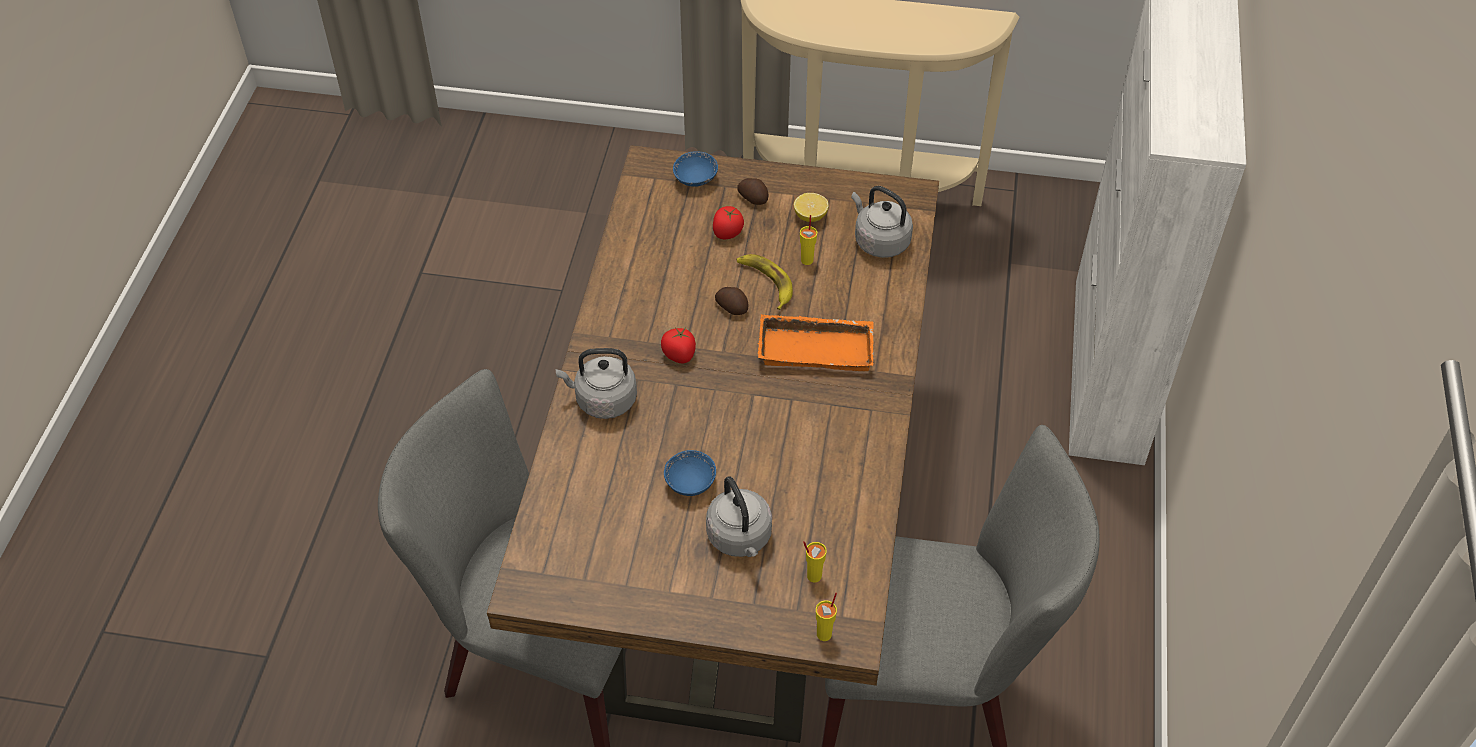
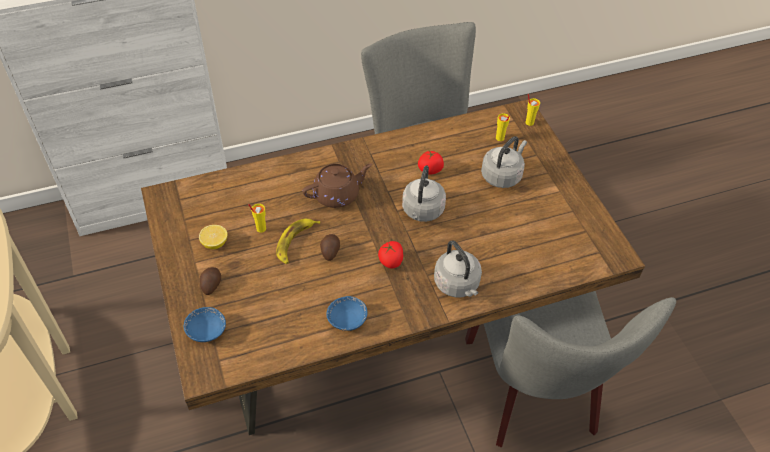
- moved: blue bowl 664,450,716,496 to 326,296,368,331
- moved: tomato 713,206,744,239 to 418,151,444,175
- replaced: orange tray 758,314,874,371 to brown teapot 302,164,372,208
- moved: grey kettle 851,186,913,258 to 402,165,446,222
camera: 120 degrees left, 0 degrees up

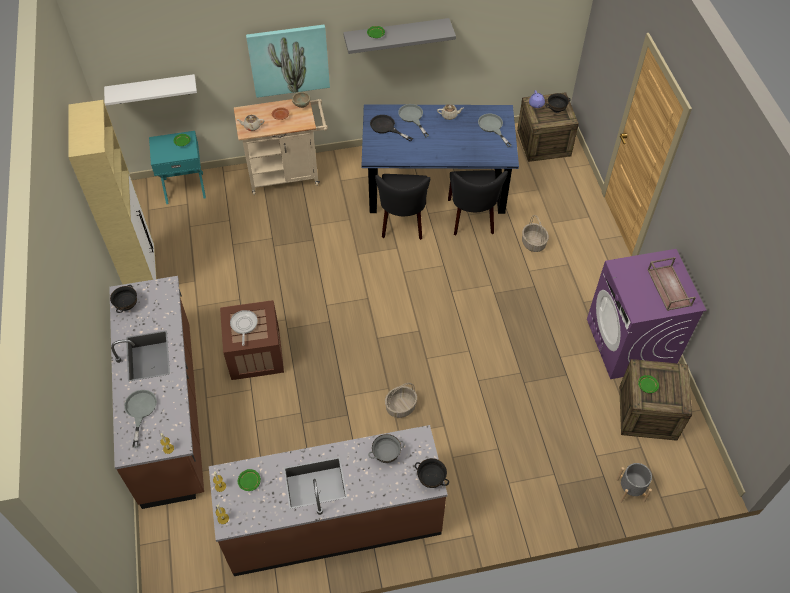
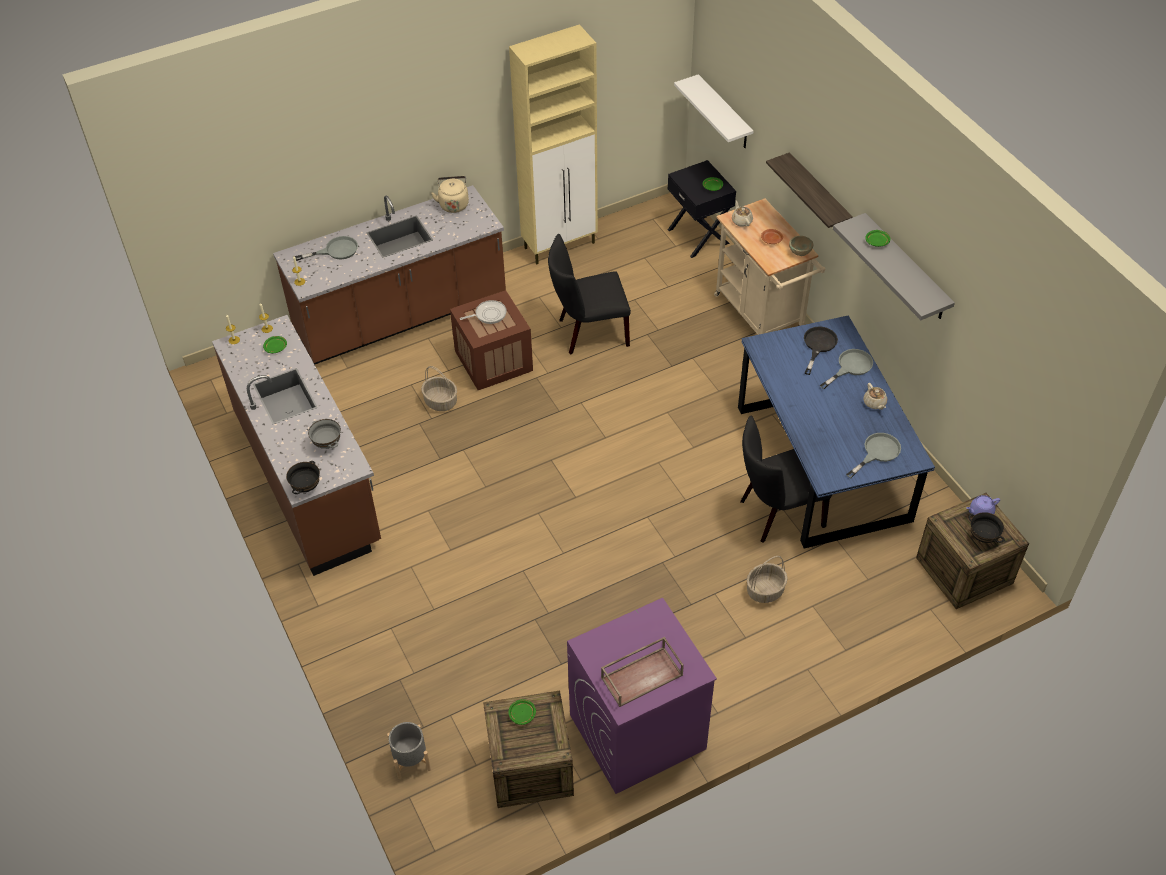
- replaced: black bowl 110,285,137,313 to beige kettle 431,176,469,213
- recoloured: turquoise nightstand 149,131,206,204 to black nightstand 668,160,736,258
- replaced: picture 246,25,330,98 to shelf 766,152,853,228
- moved: black chair 375,174,430,240 to 548,234,631,354
- moved: basket 385,383,417,418 to 421,366,457,411
camera: 75 degrees right, 5 degrees down

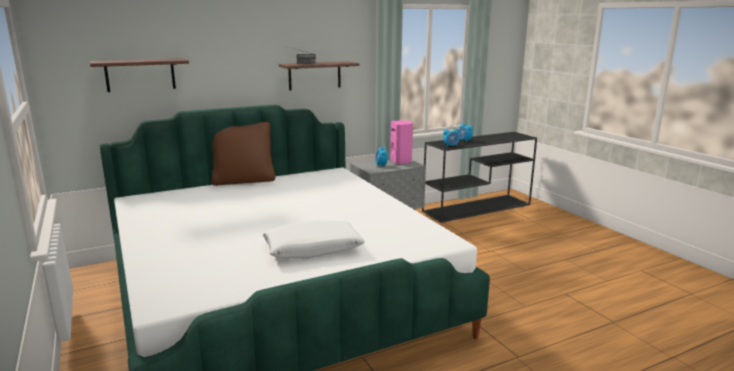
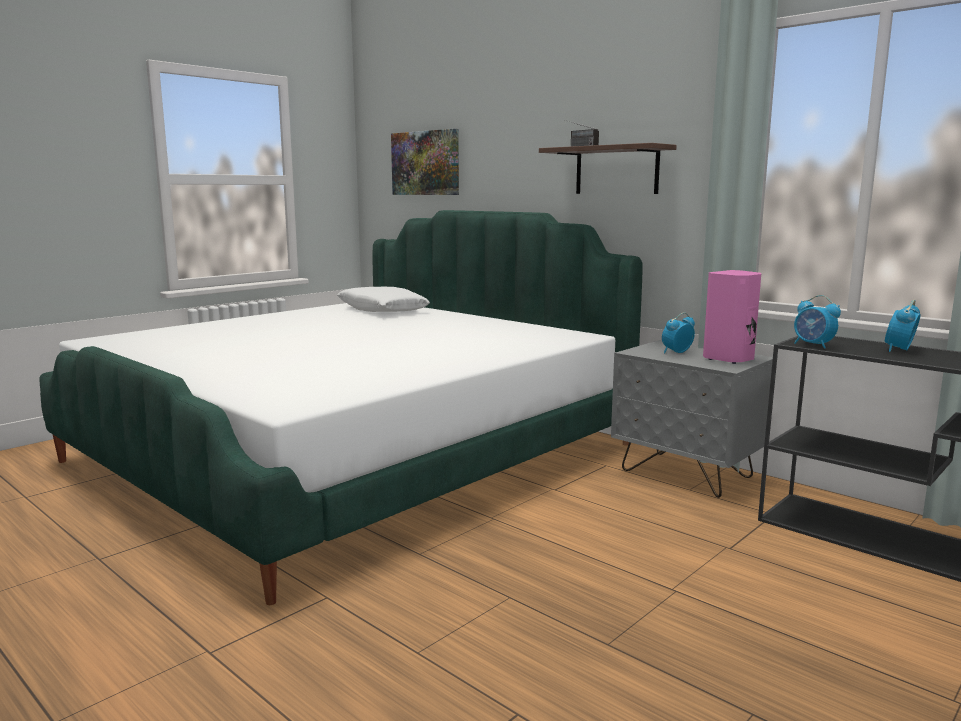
- replaced: shelf 90,58,189,92 to picture 391,129,459,195
- removed: brown pillow 212,122,276,186
- moved: white pillow 263,220,365,259 to 337,287,430,312
camera: 70 degrees right, 5 degrees down

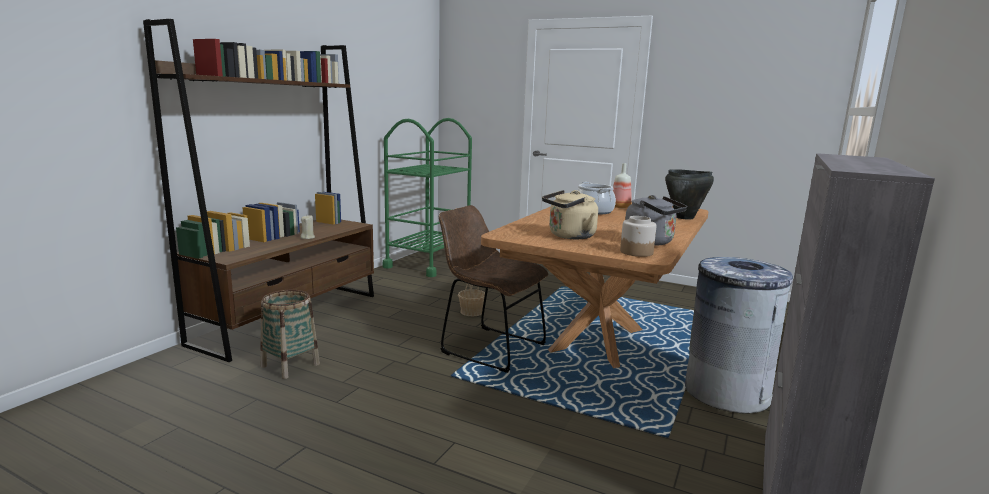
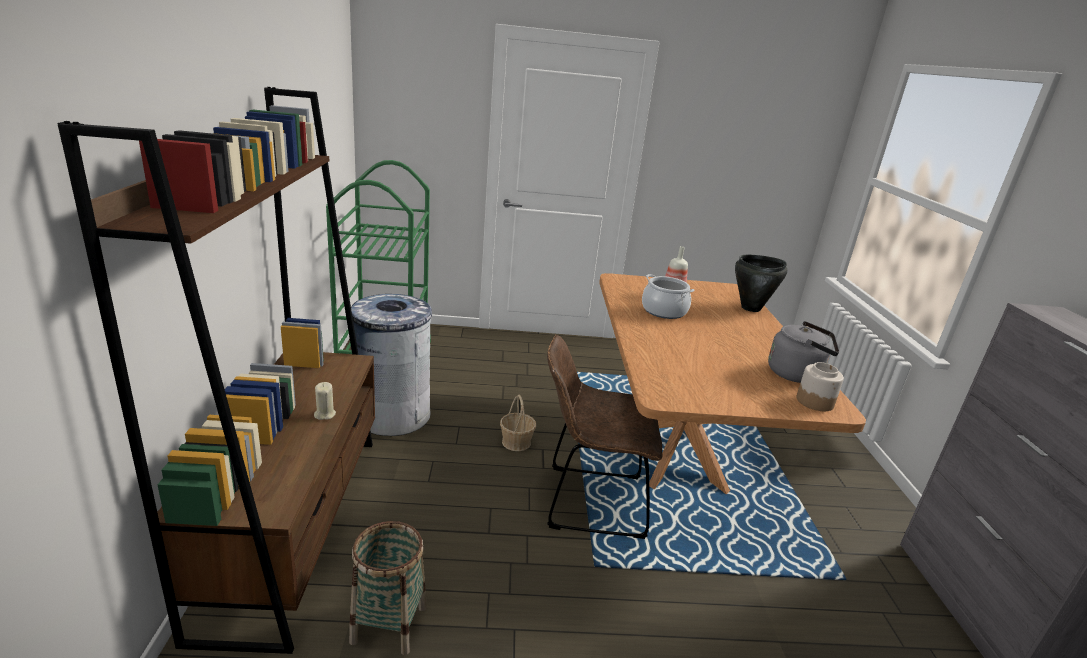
- removed: beige kettle 542,190,598,239
- moved: grey trash can 685,257,793,413 to 351,294,432,436
camera: 30 degrees left, 10 degrees up

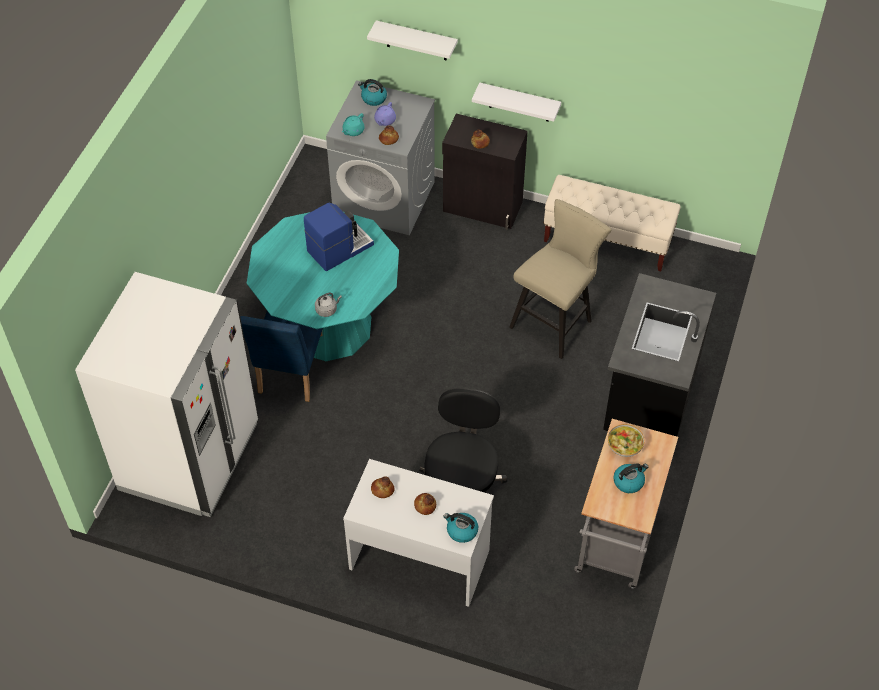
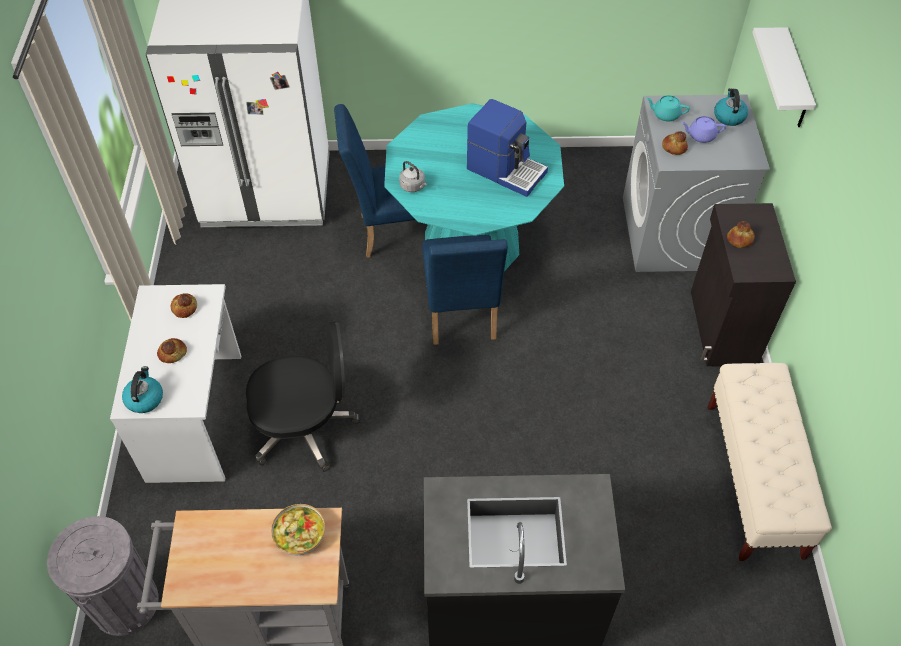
- removed: white shelf 472,83,561,122
- removed: beige stool 509,199,611,359
- removed: kettle 613,463,648,493
- added: grey trash can 47,516,159,636
- added: blue chair 422,235,508,345
camera: 70 degrees right, 0 degrees up

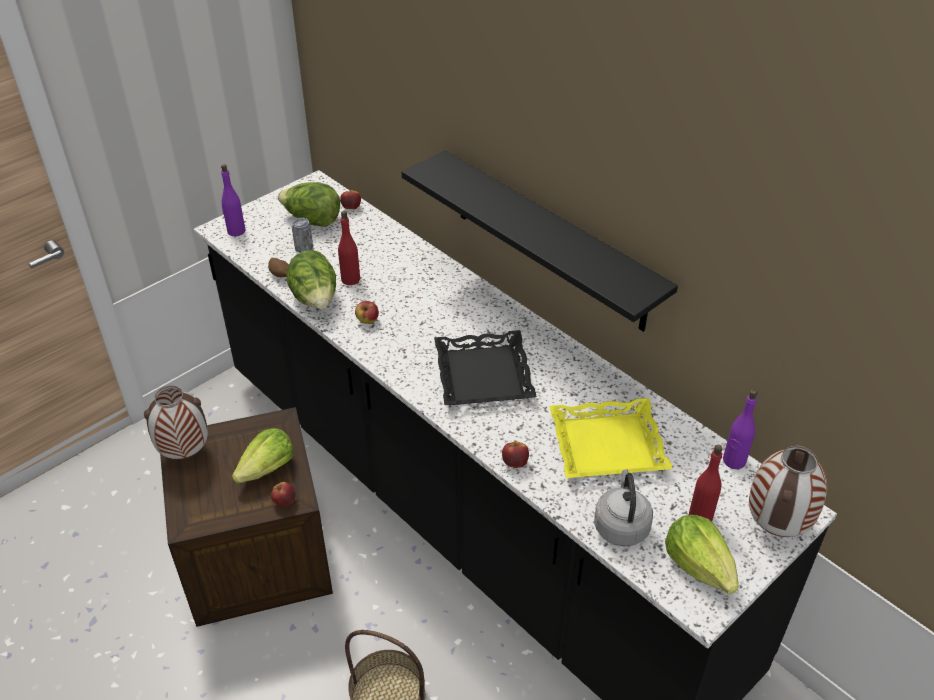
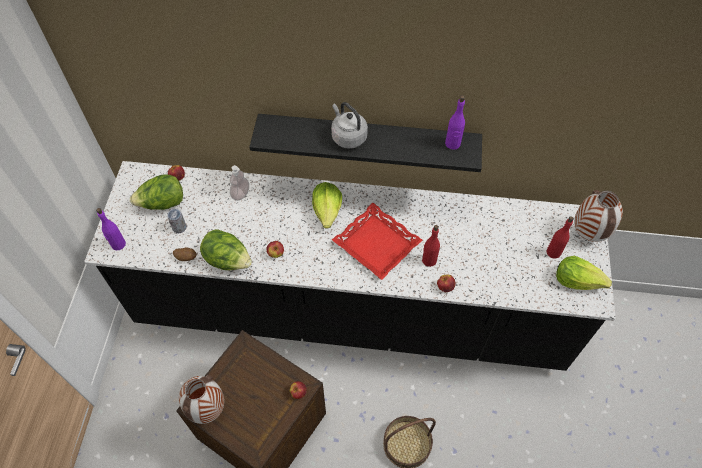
- moved: lettuce 232,428,294,484 to 312,182,342,229
- moved: red bottle 338,211,360,285 to 422,225,440,267
- recoloured: black tray 434,330,537,405 to red tray 332,203,422,280
- removed: yellow tray 549,398,673,478
- moved: grey kettle 594,469,653,546 to 331,102,368,149
- moved: purple bottle 723,389,757,469 to 445,95,465,150
- added: soap dispenser 230,165,249,201
camera: 40 degrees left, 15 degrees up

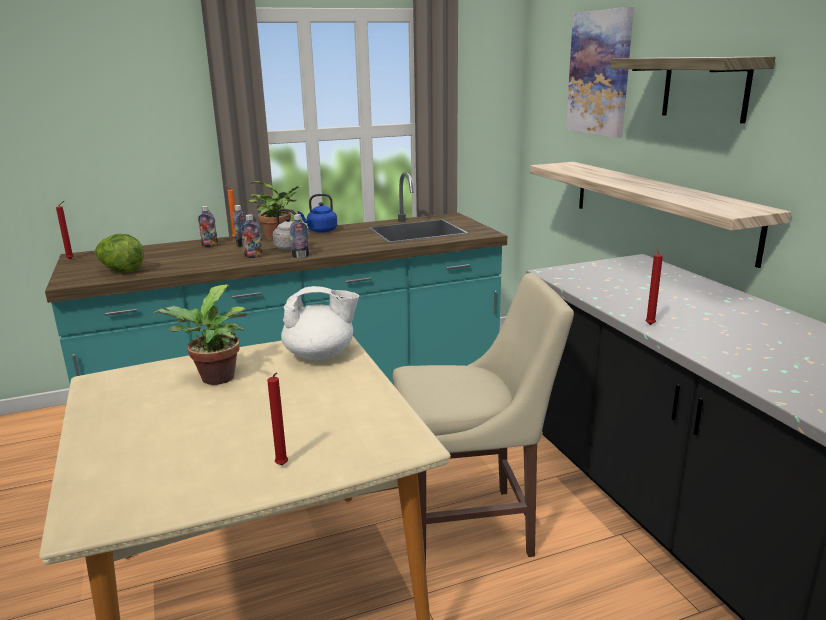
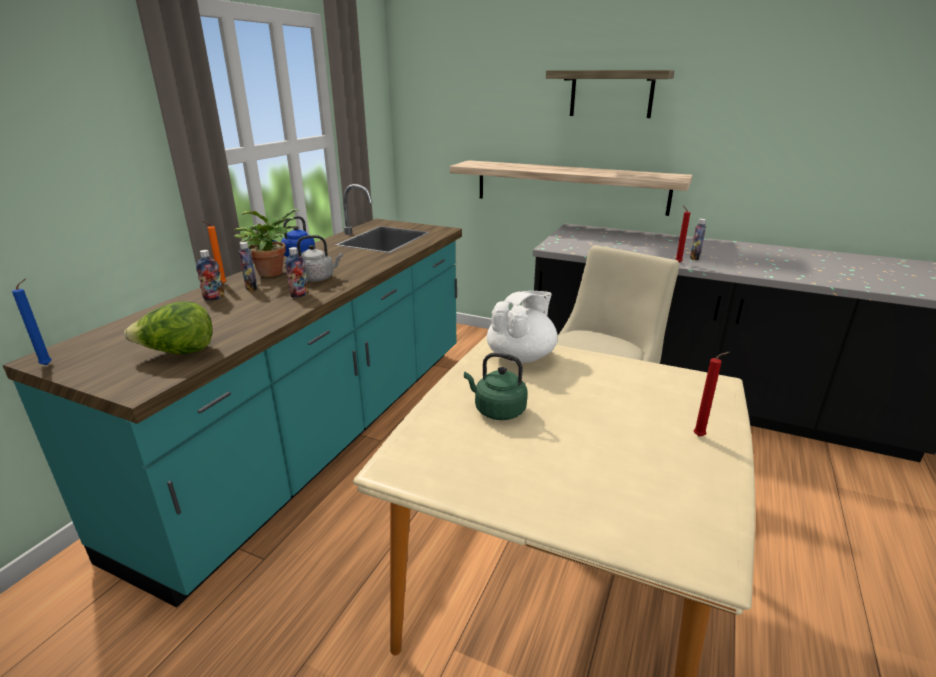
- recoloured: red candle 56,201,74,259 to blue candle 12,278,52,365
- replaced: potted plant 153,285,247,385 to green kettle 464,353,528,420
- moved: bottle 289,214,309,258 to 690,219,706,260
- removed: picture 566,7,634,138
camera: 45 degrees left, 5 degrees up

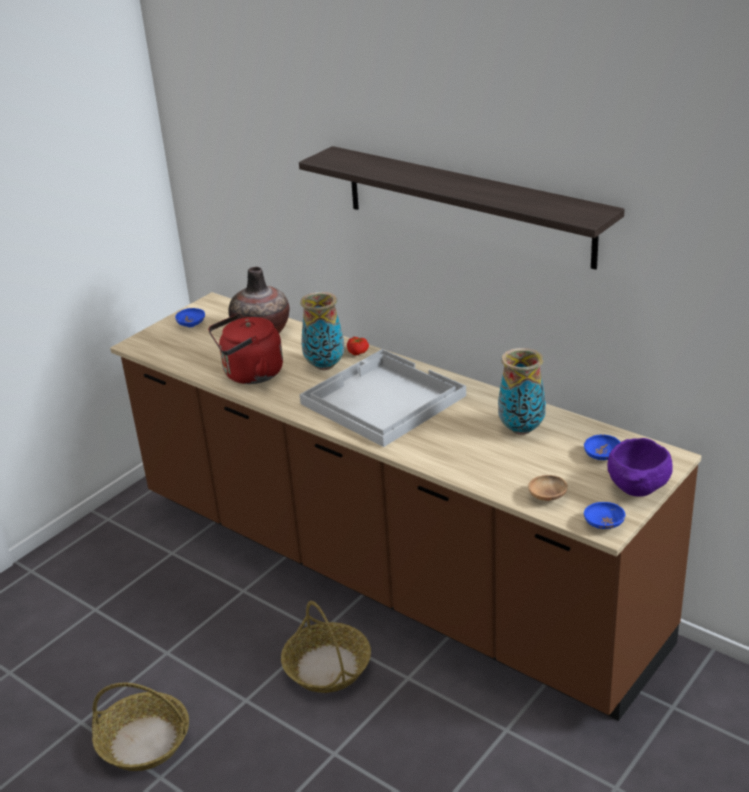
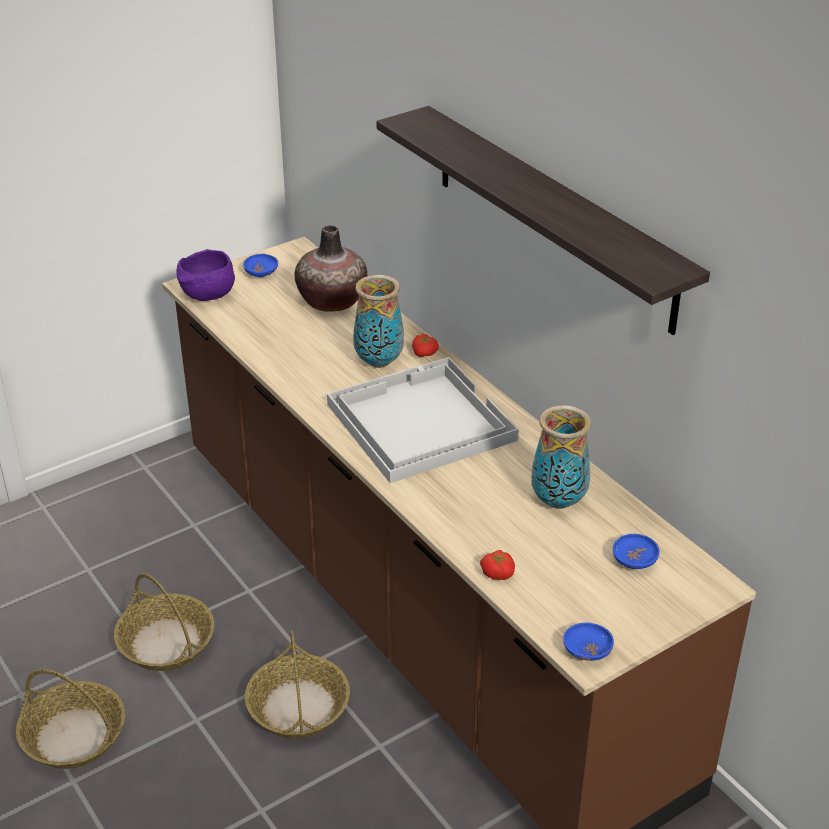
- removed: red kettle 208,313,283,384
- removed: brown bowl 528,475,568,501
- moved: purple bowl 608,438,673,497 to 176,249,235,301
- added: basket 114,573,214,671
- added: tomato 480,550,515,580
camera: 15 degrees right, 5 degrees up

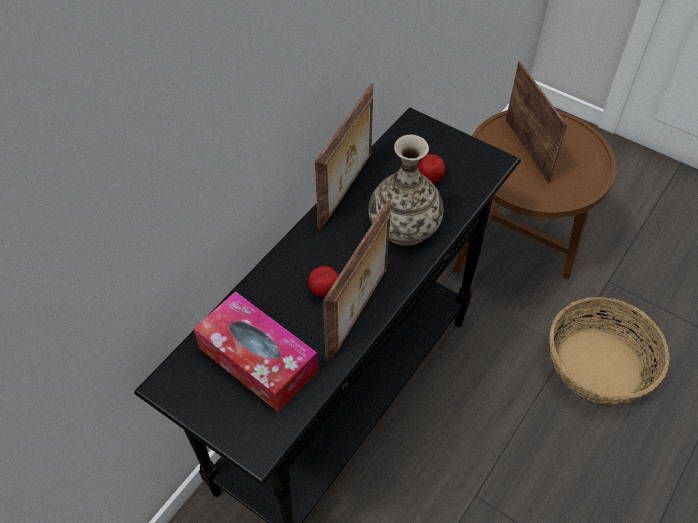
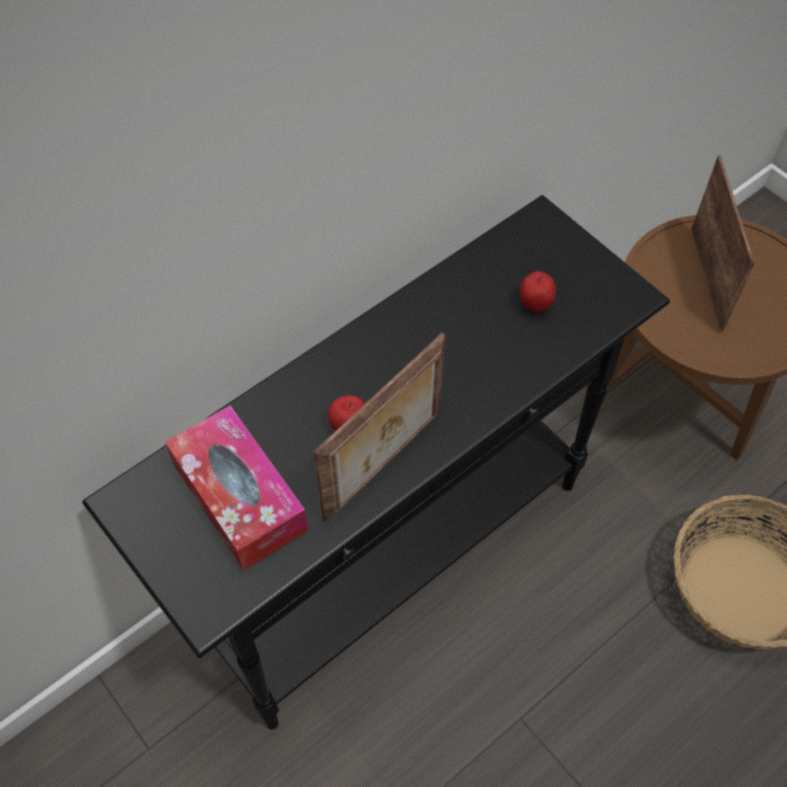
- removed: picture frame 315,84,373,230
- removed: vase 369,135,443,246
camera: 15 degrees right, 5 degrees up

